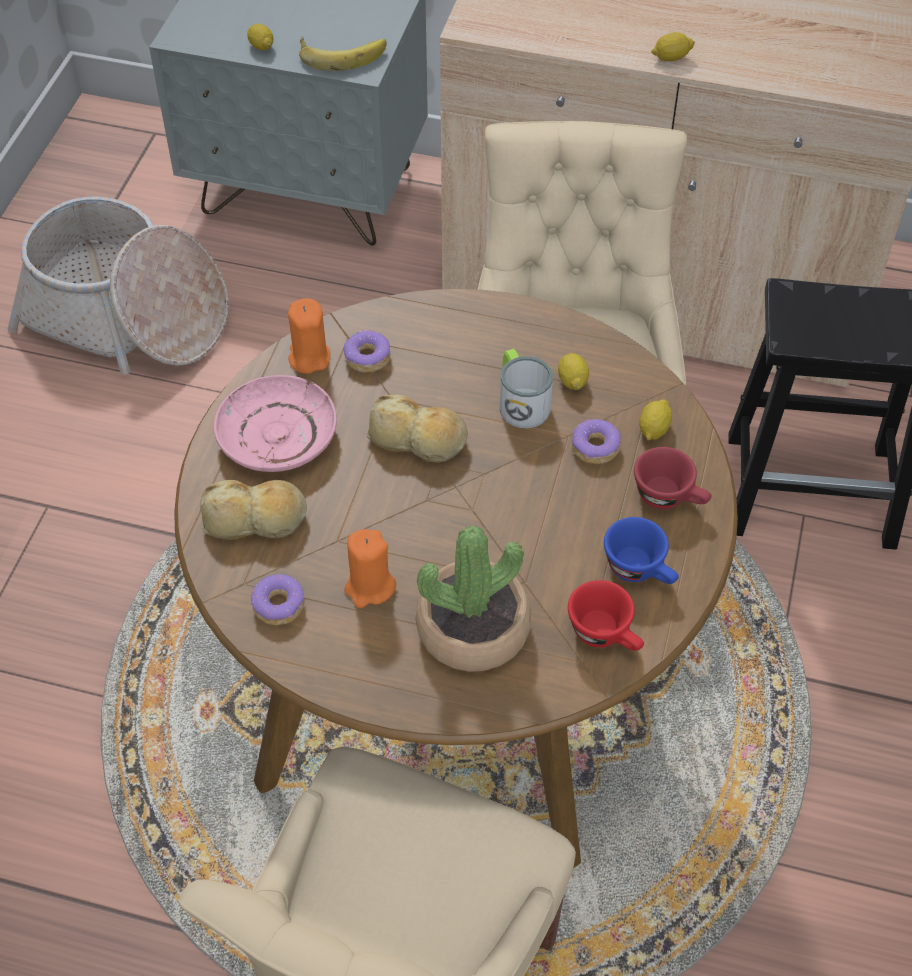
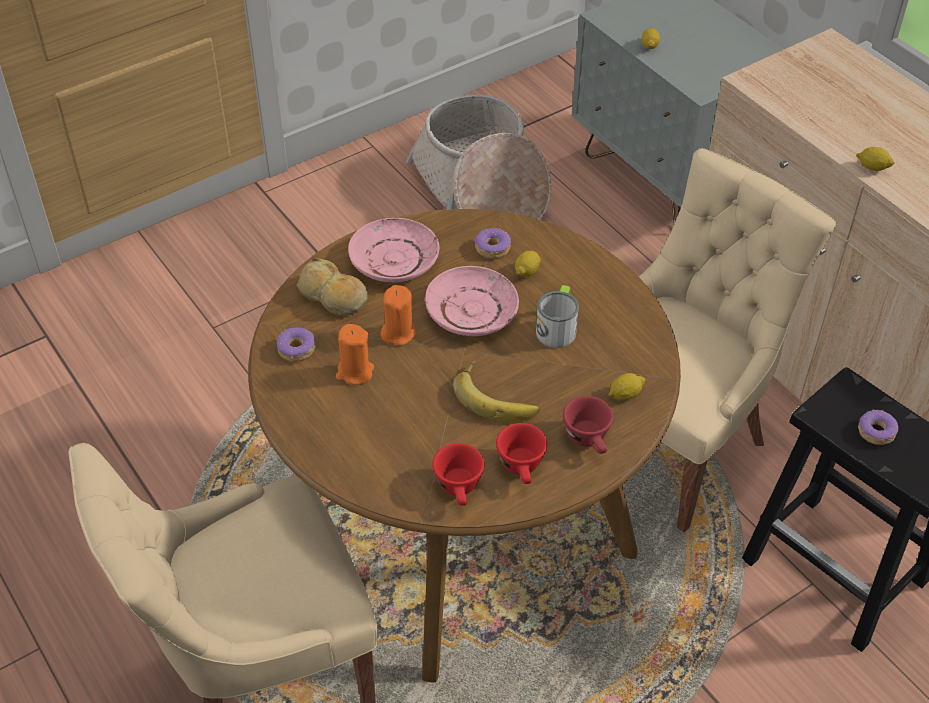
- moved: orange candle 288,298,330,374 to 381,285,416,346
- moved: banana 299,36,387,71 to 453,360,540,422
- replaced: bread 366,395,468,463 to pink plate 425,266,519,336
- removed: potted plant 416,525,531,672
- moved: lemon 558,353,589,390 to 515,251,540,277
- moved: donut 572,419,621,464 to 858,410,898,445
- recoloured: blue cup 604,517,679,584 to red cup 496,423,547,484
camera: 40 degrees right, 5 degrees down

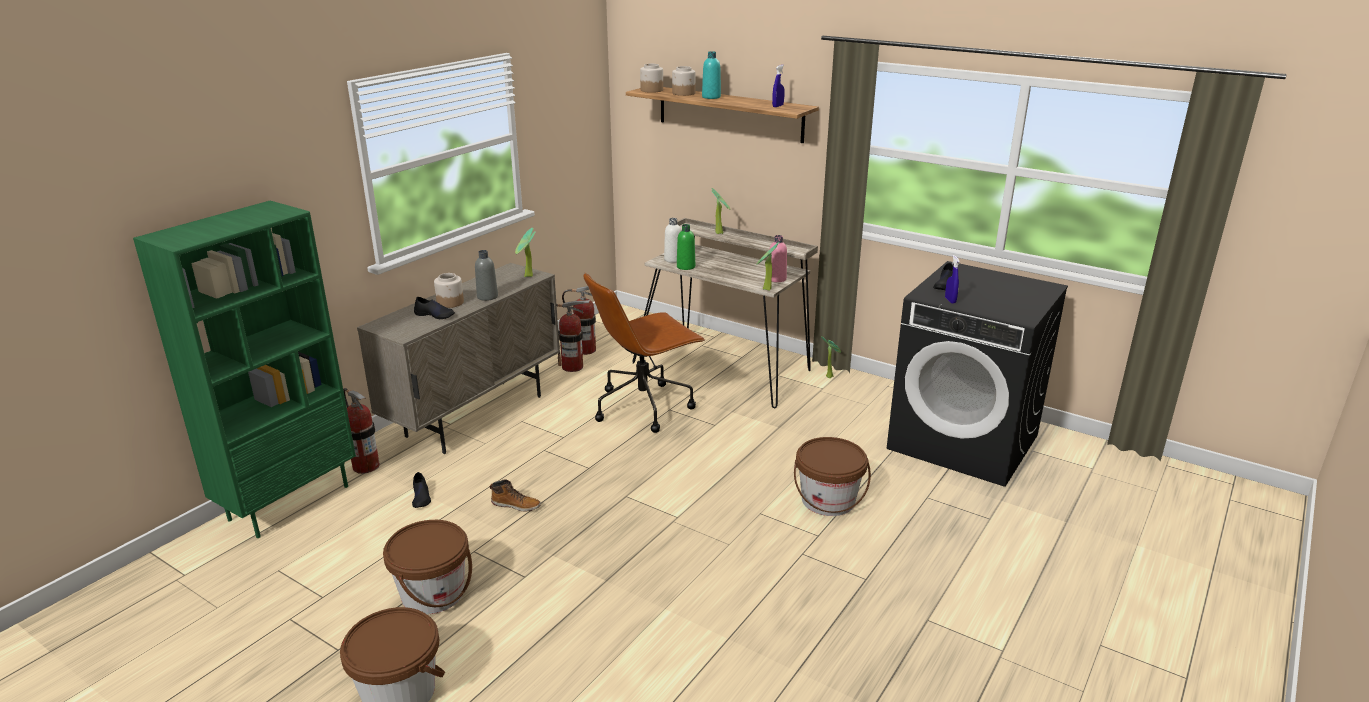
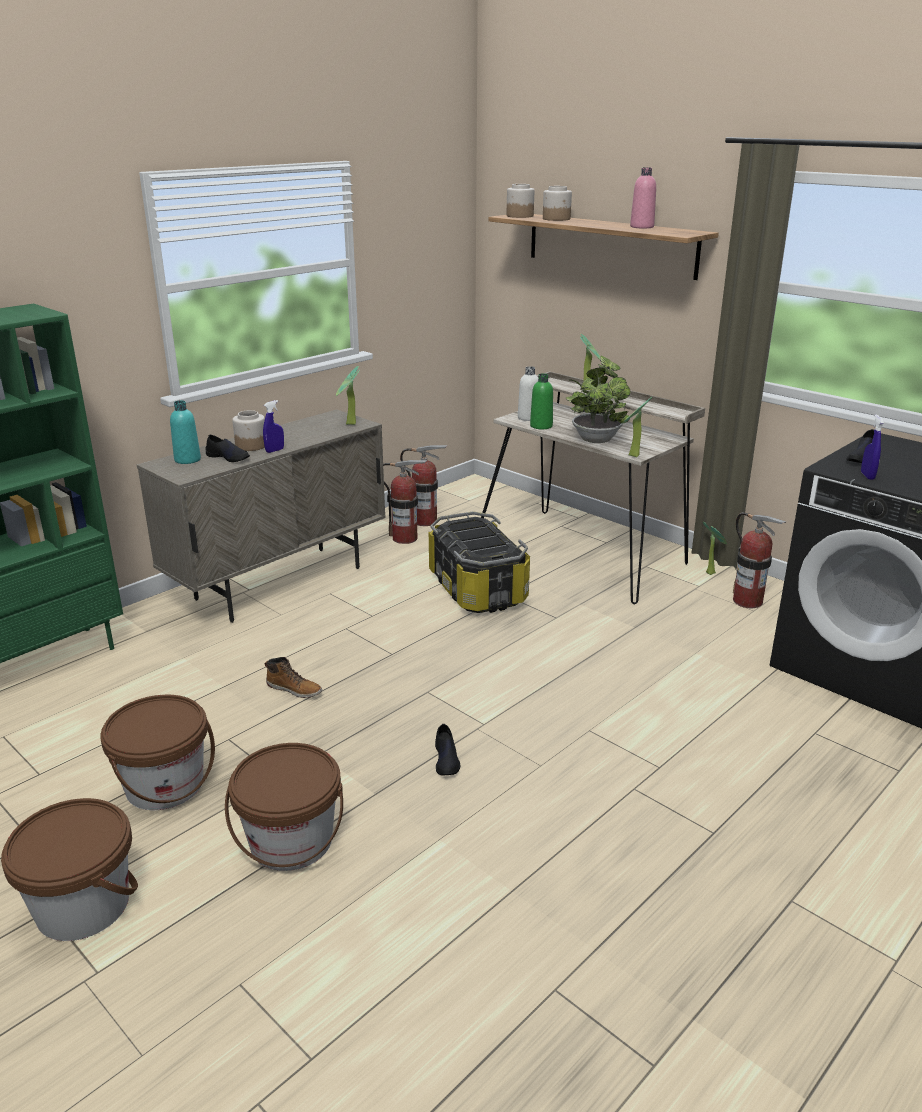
- moved: fire extinguisher 343,388,380,474 to 733,512,786,608
- moved: black shoe 412,472,431,508 to 435,724,460,776
- removed: grey bottle 475,250,498,301
- replaced: brown office chair 583,273,705,433 to storage box 429,511,530,613
- moved: turquoise bottle 702,51,721,99 to 170,400,201,464
- moved: pink bottle 769,235,787,282 to 630,167,656,228
- moved: blue spray bottle 772,65,785,107 to 263,400,284,453
- moved: brown bucket 794,437,871,516 to 225,743,343,871
- added: potted plant 566,356,630,443
camera: 10 degrees right, 0 degrees up

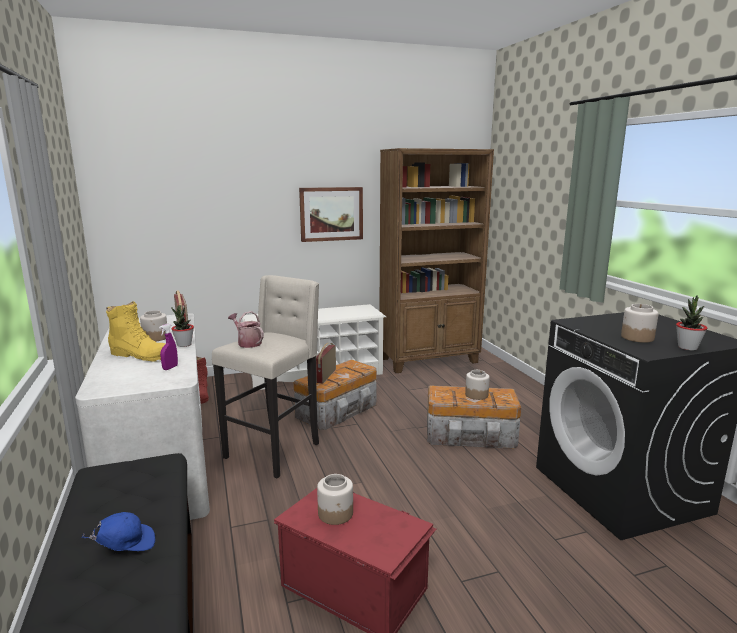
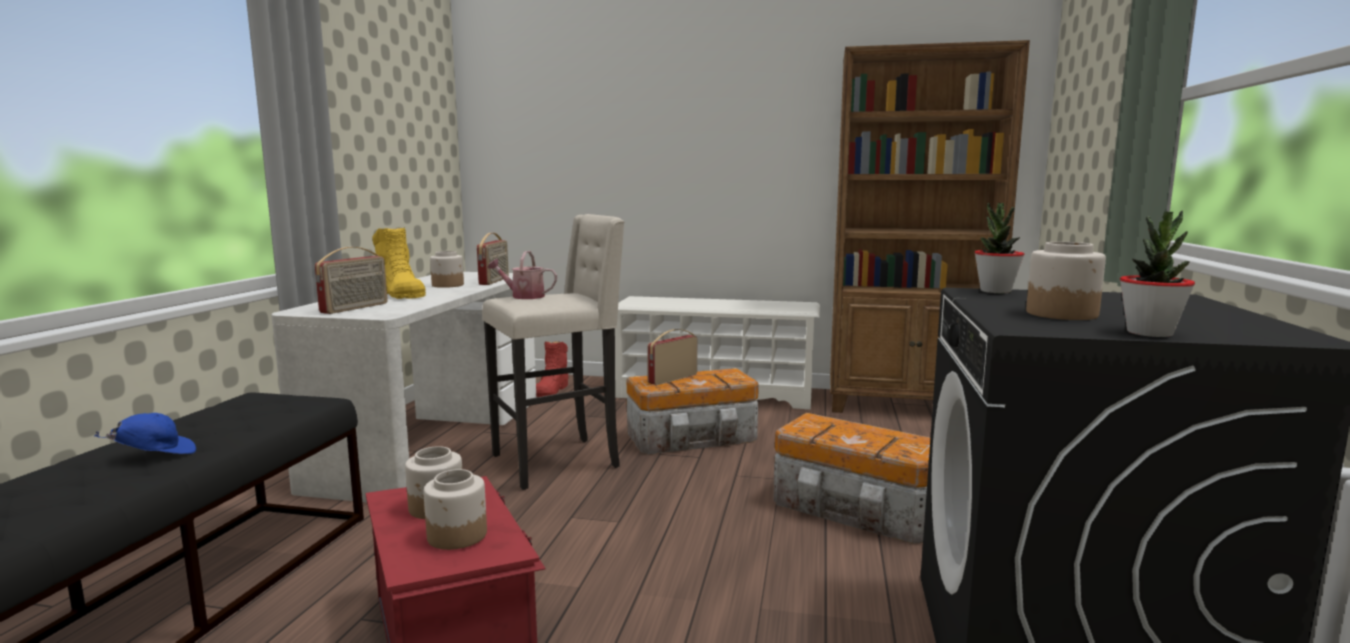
- turned: blue cap 81,512,155,551 = 95,413,196,454 45 degrees counterclockwise
- removed: purple spray bottle 159,324,178,370
- moved: potted plant 171,305,194,347 to 974,203,1024,293
- turned: watering can 228,311,264,348 = 487,251,557,299 60 degrees counterclockwise
- removed: picture 299,187,363,242
- moved: jar 465,370,490,400 to 424,469,487,550
- added: radio 315,247,388,314
camera: 30 degrees right, 5 degrees down

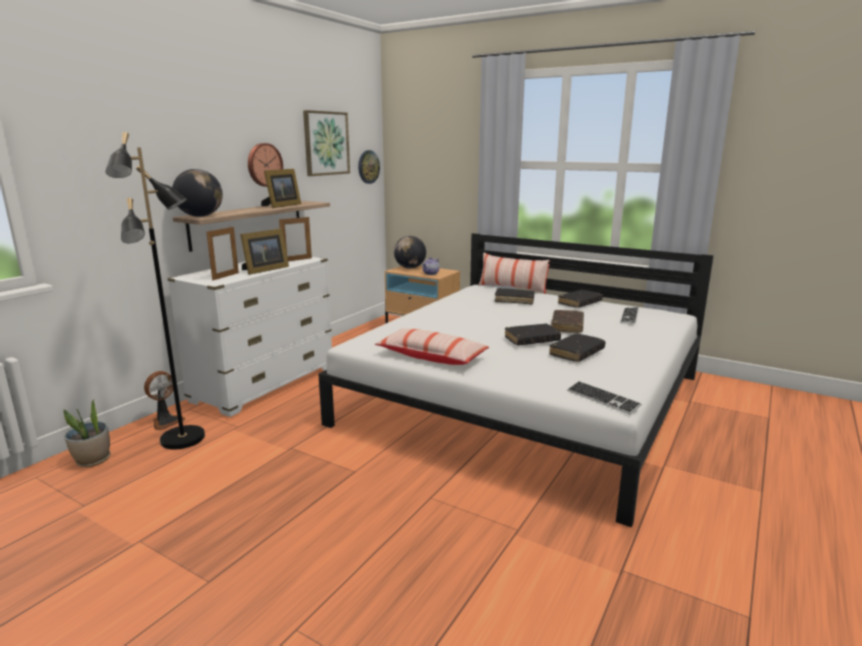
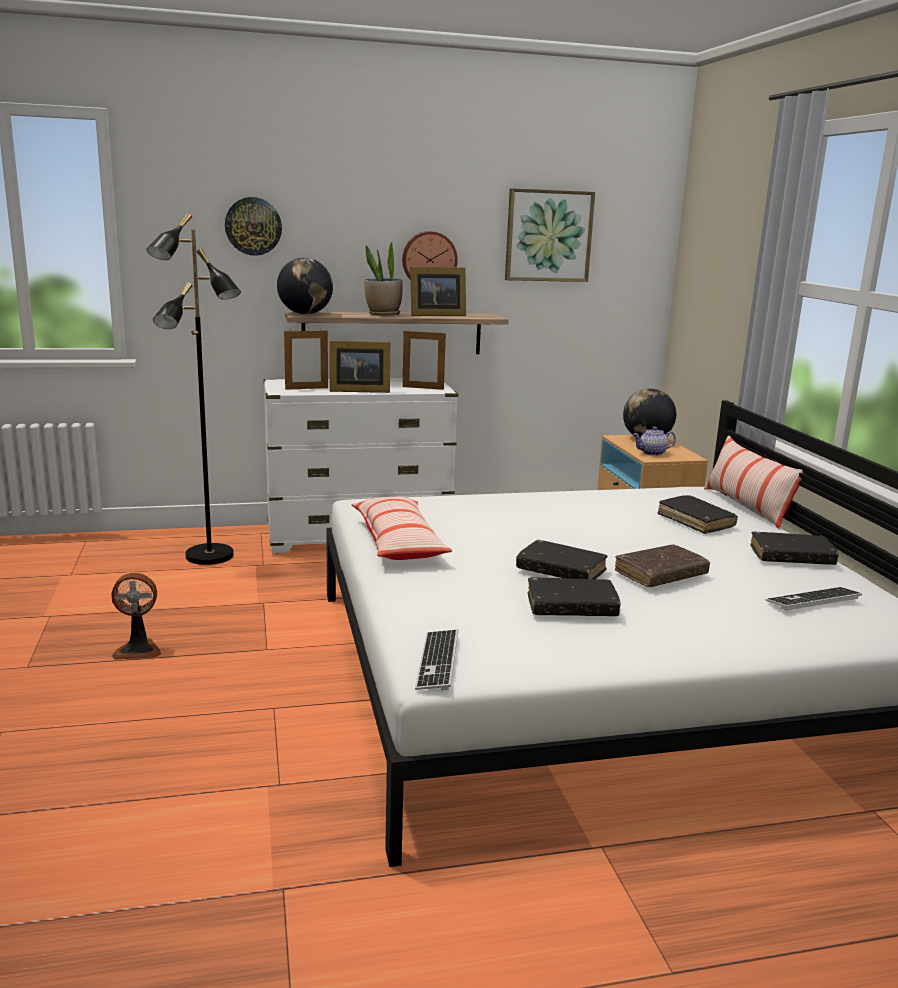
- moved: potted plant 63,399,111,467 to 364,242,403,316
- moved: fan 144,371,185,430 to 111,573,161,660
- moved: wall clock 358,150,380,184 to 225,197,282,256
camera: 45 degrees right, 0 degrees up

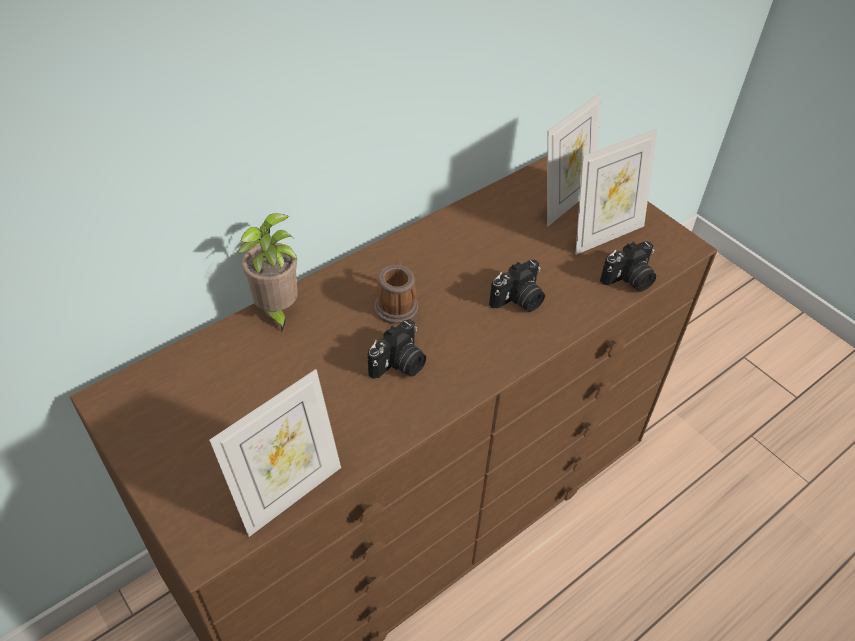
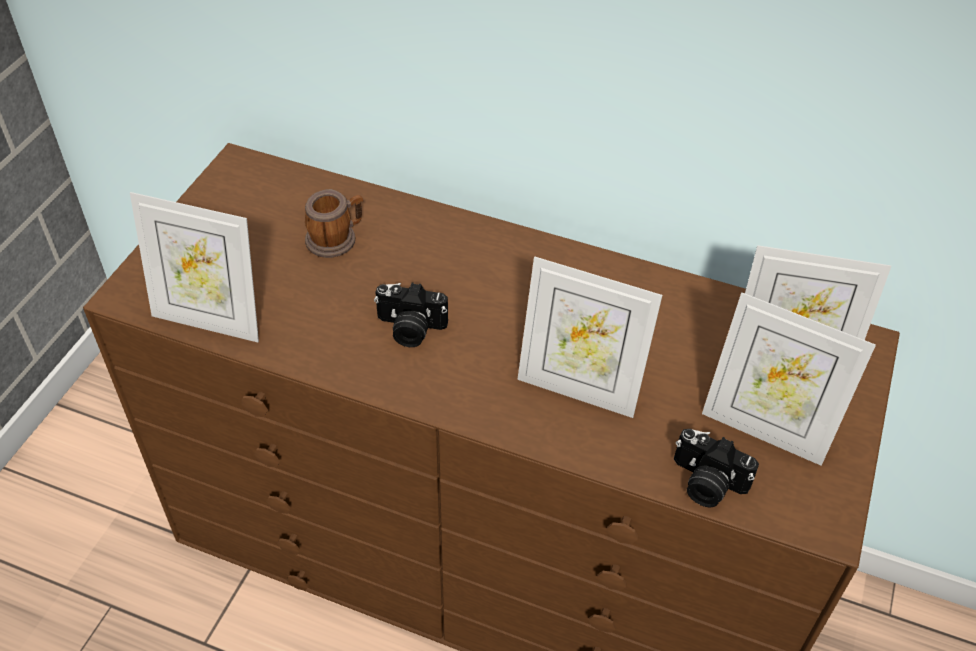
- removed: potted plant 237,214,298,332
- moved: mug 374,258,418,324 to 305,189,363,258
- replaced: photo camera 489,260,545,312 to picture frame 517,256,662,418
camera: 60 degrees right, 0 degrees up

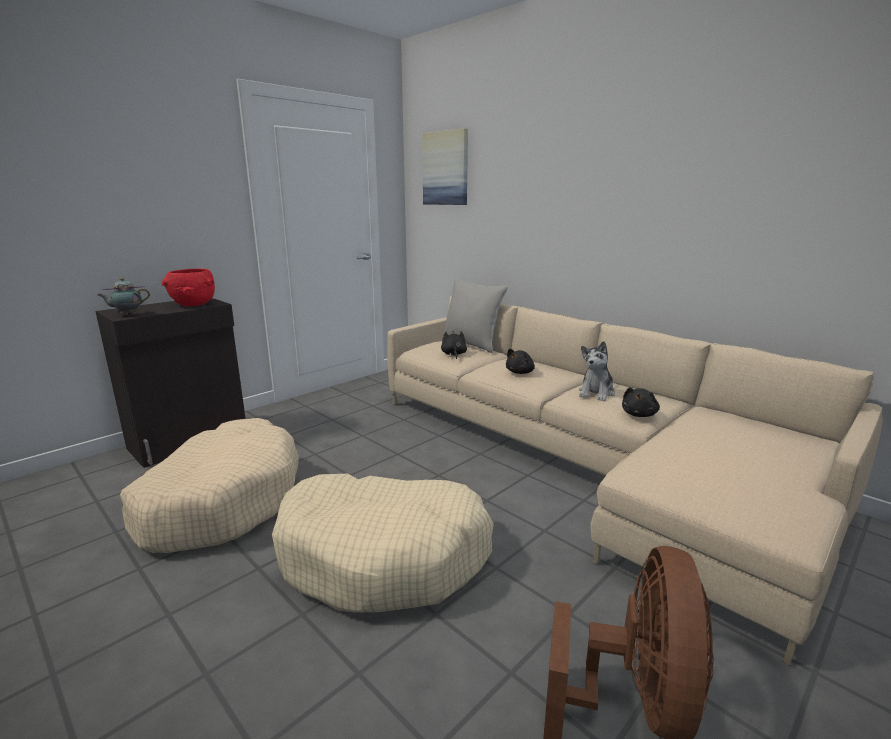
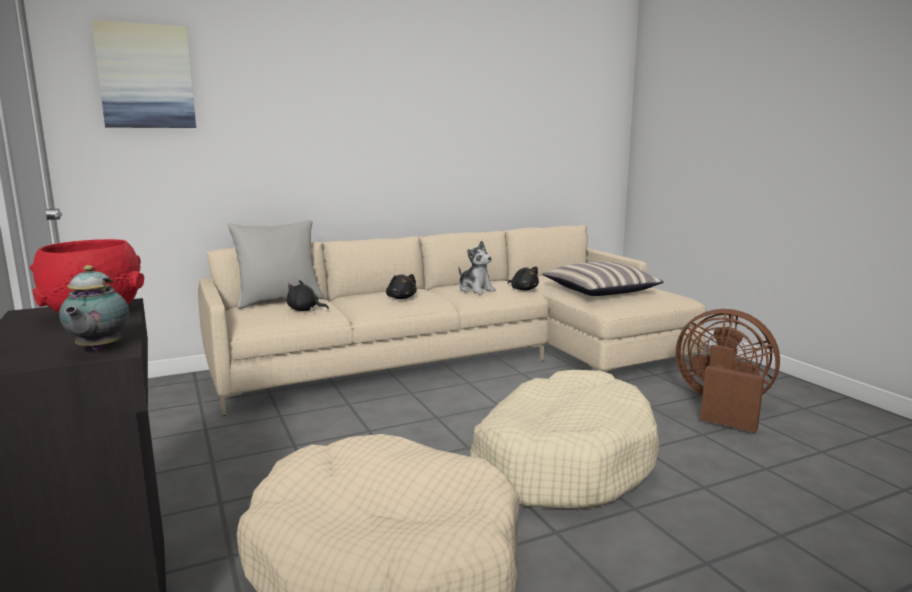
- added: pillow 542,261,664,296
camera: 70 degrees left, 5 degrees down

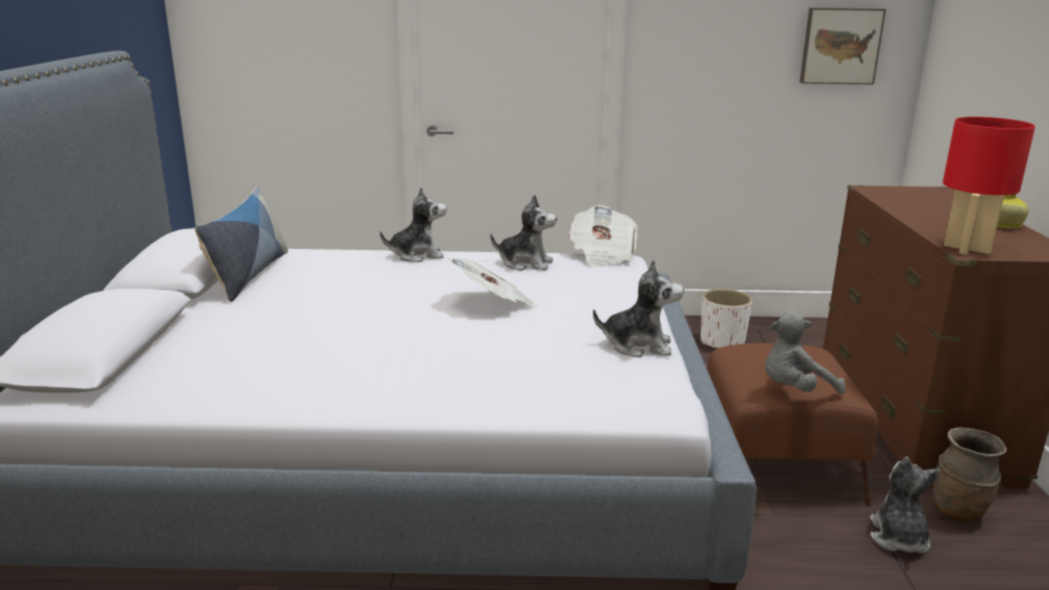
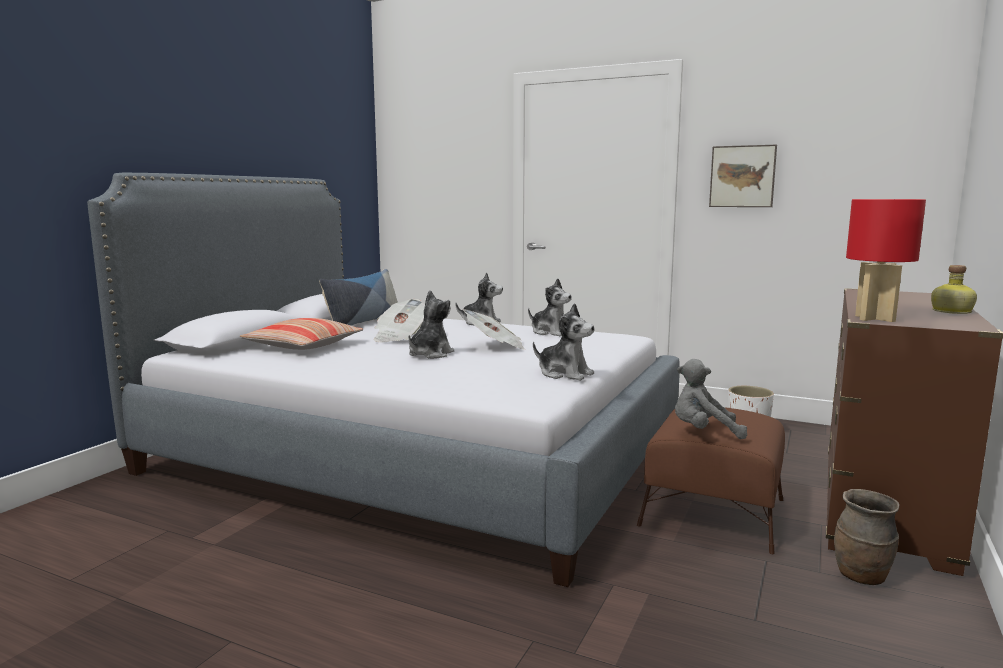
- moved: newspaper 568,205,638,267 to 374,299,425,343
- moved: picture 800,8,886,84 to 709,145,777,207
- moved: plush toy 870,456,940,553 to 409,290,454,359
- added: pillow 240,318,363,350
camera: 25 degrees right, 10 degrees down

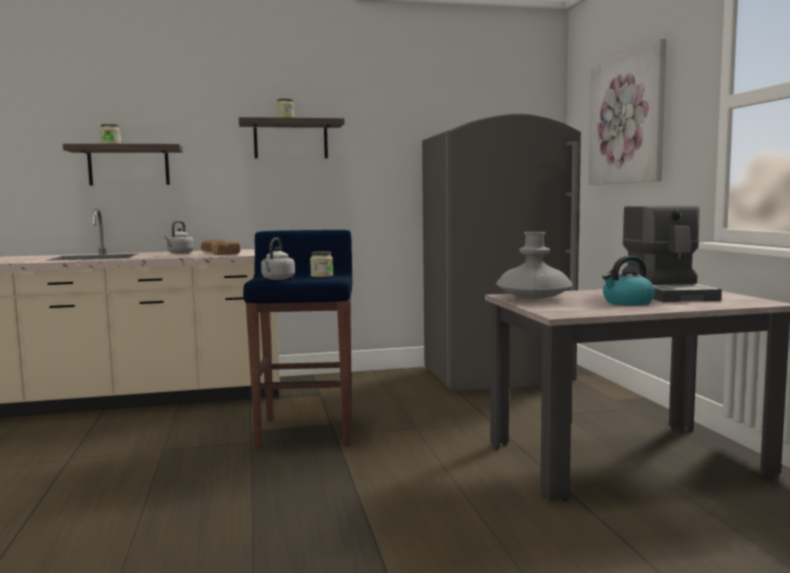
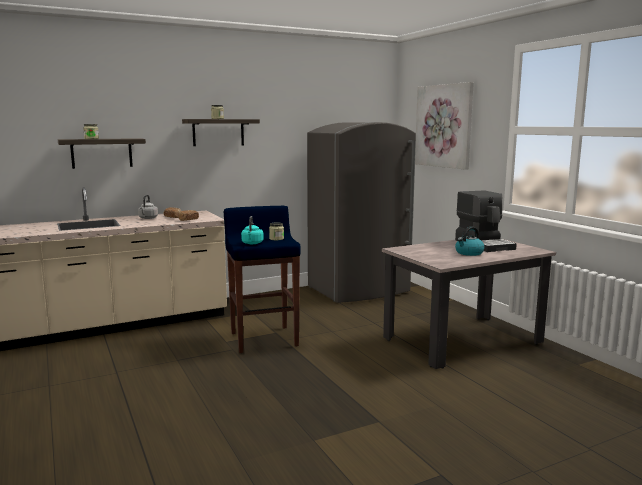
- recoloured: grey kettle 261,238,295,280 to turquoise kettle 241,216,263,244
- removed: grey vase 496,231,573,299
camera: 15 degrees left, 5 degrees up

